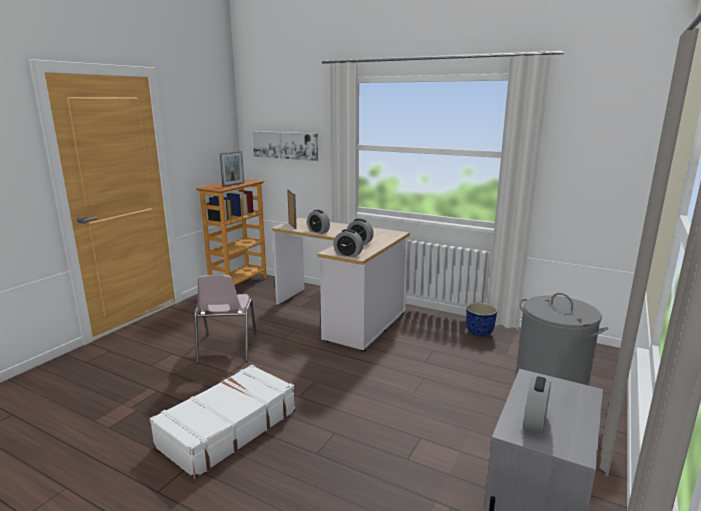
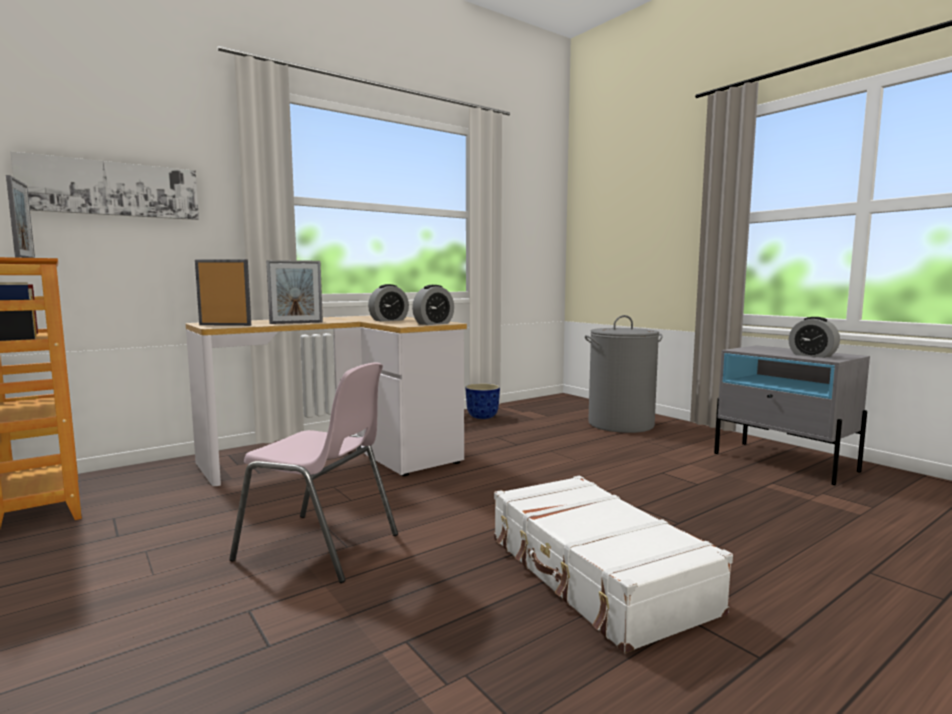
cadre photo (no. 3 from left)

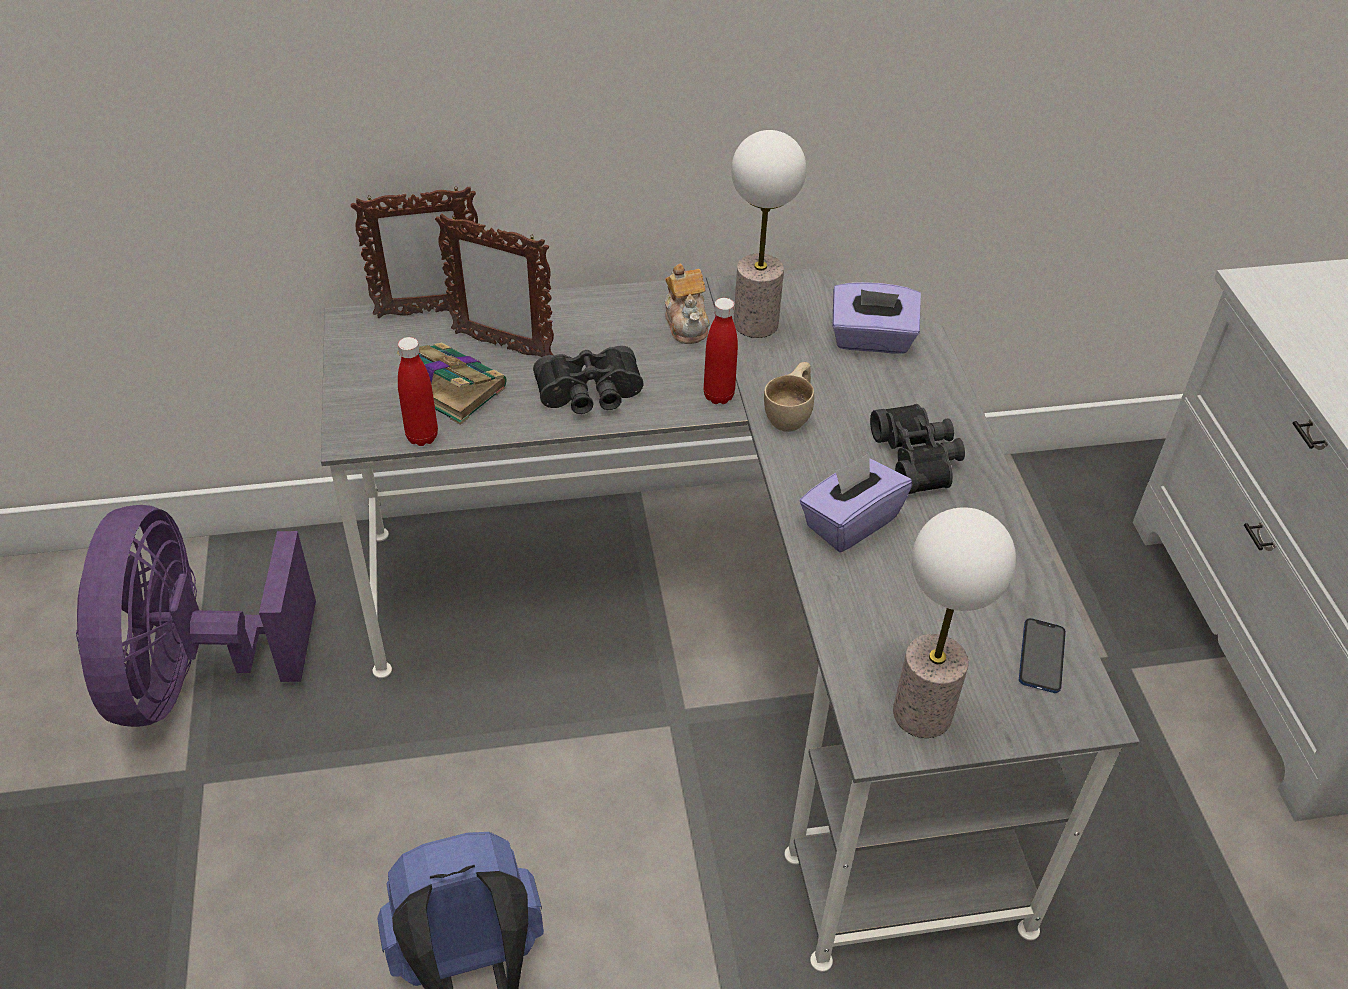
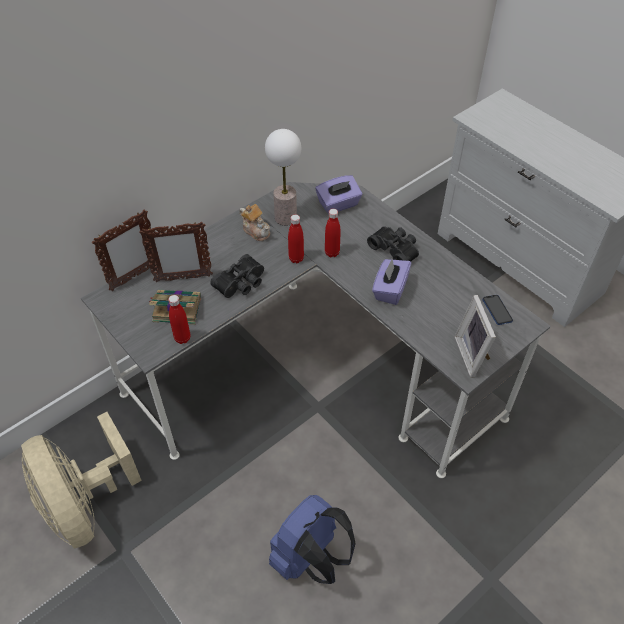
ventilateur (beige)
bouteille (rouge) (no. 3 from left)
cadre photo (no. 3 from left)

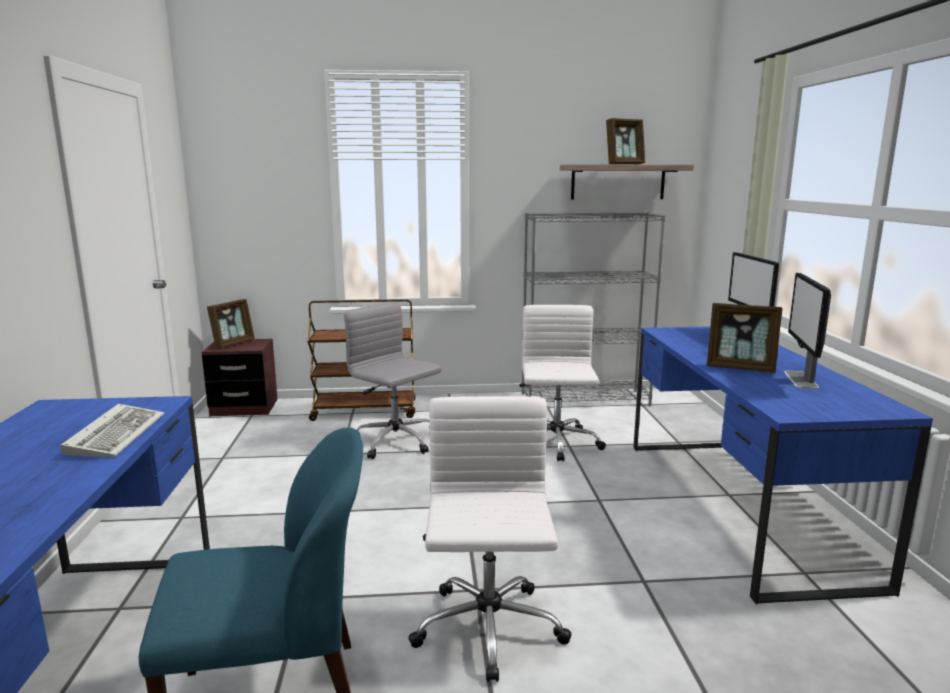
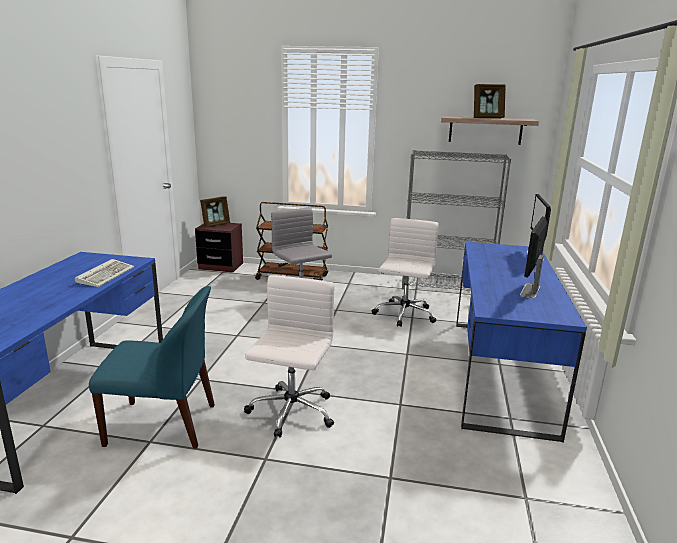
cadre photo (no. 3 from left in the first image)

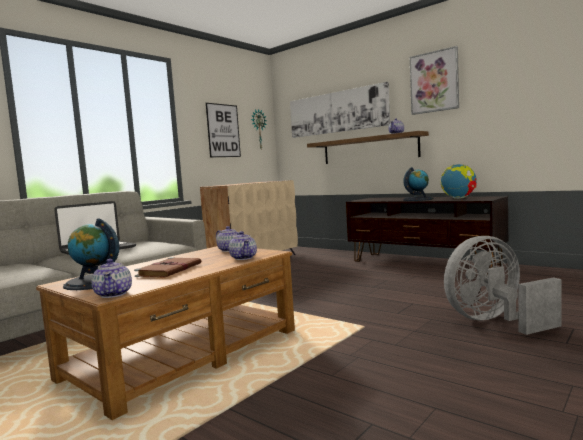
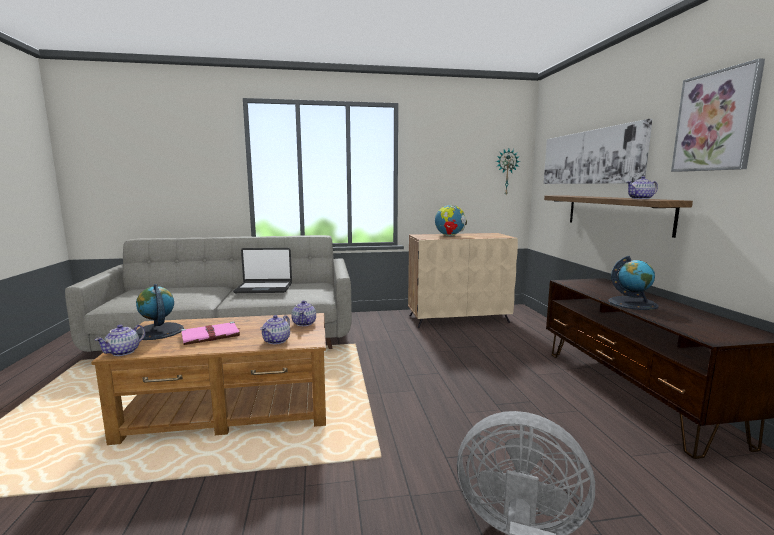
livre (rose)
tableau (no. 1 from left in the first image)
globe (no. 2 from left)

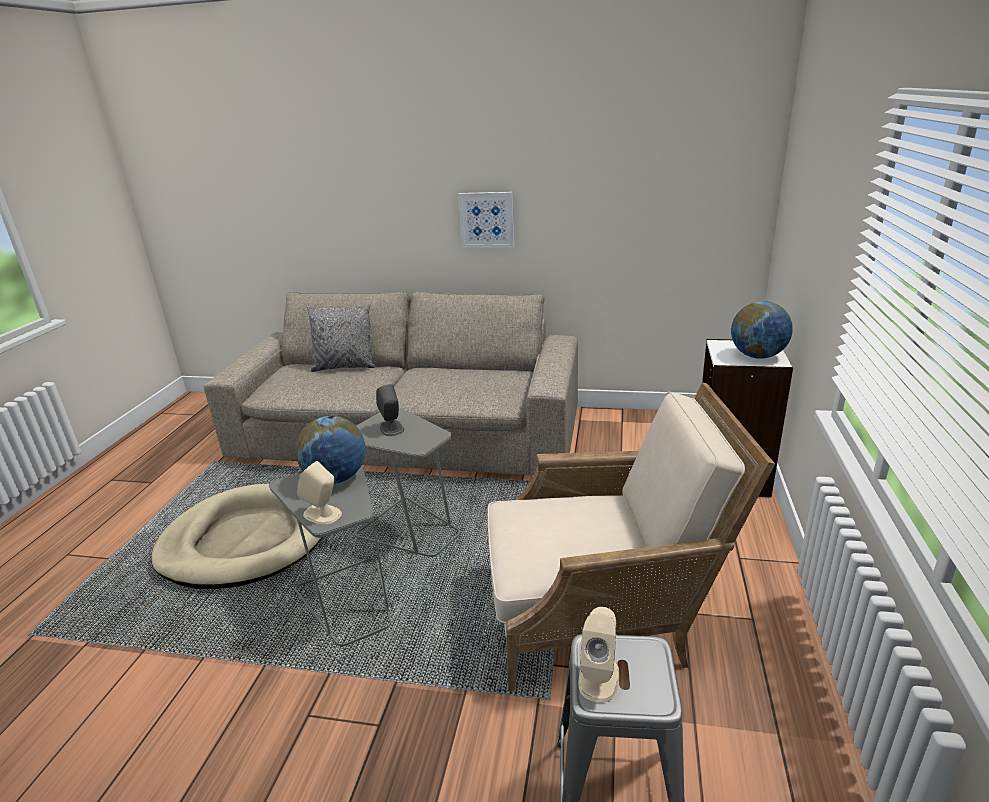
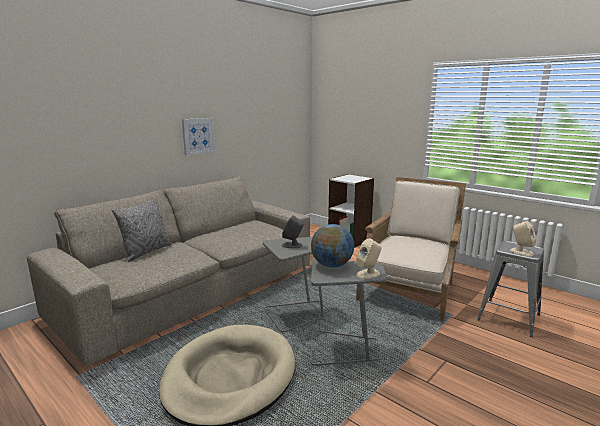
globe (no. 2 from left in the first image)

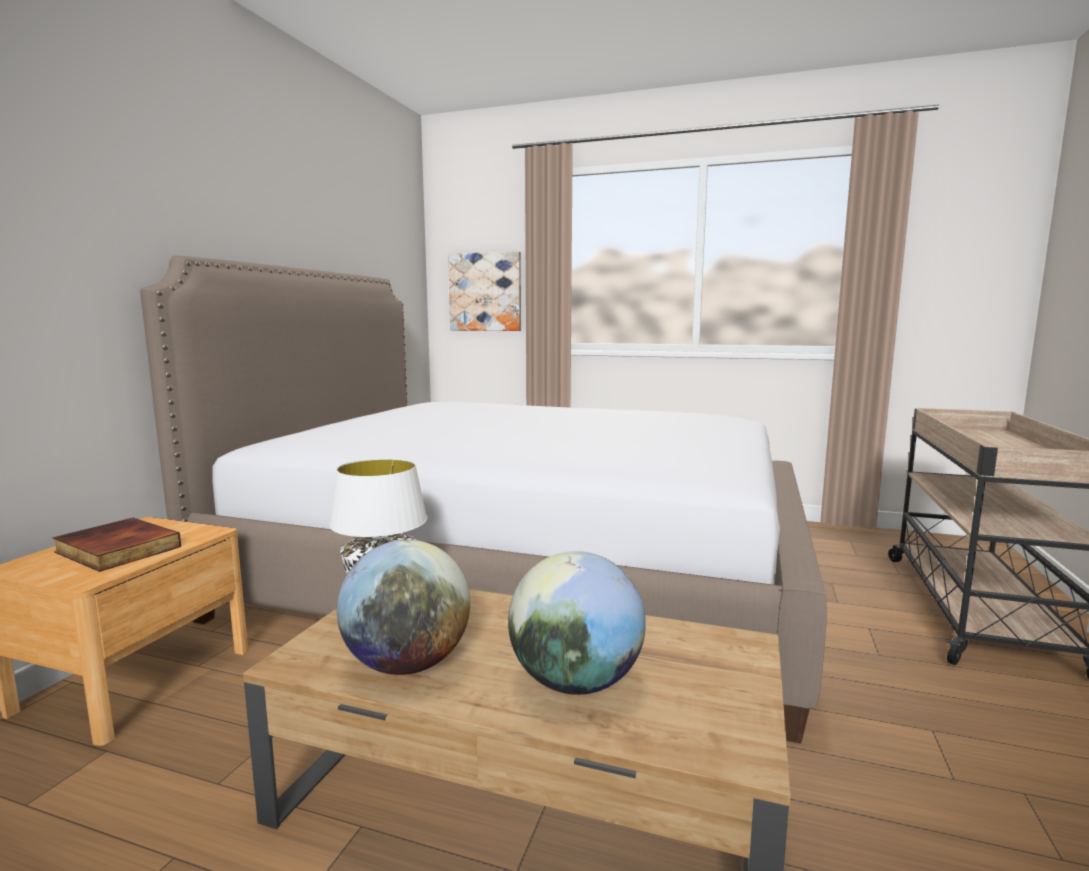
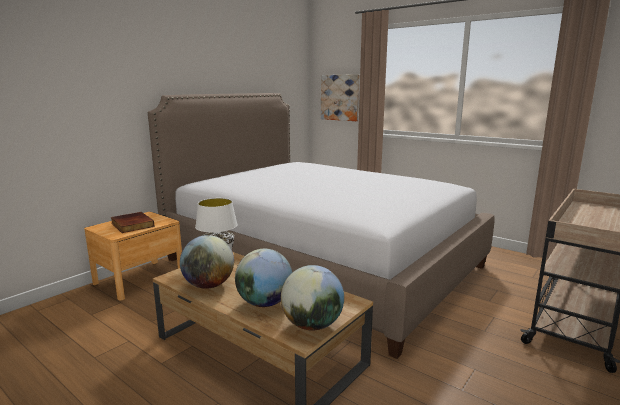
globe (no. 3 from left)

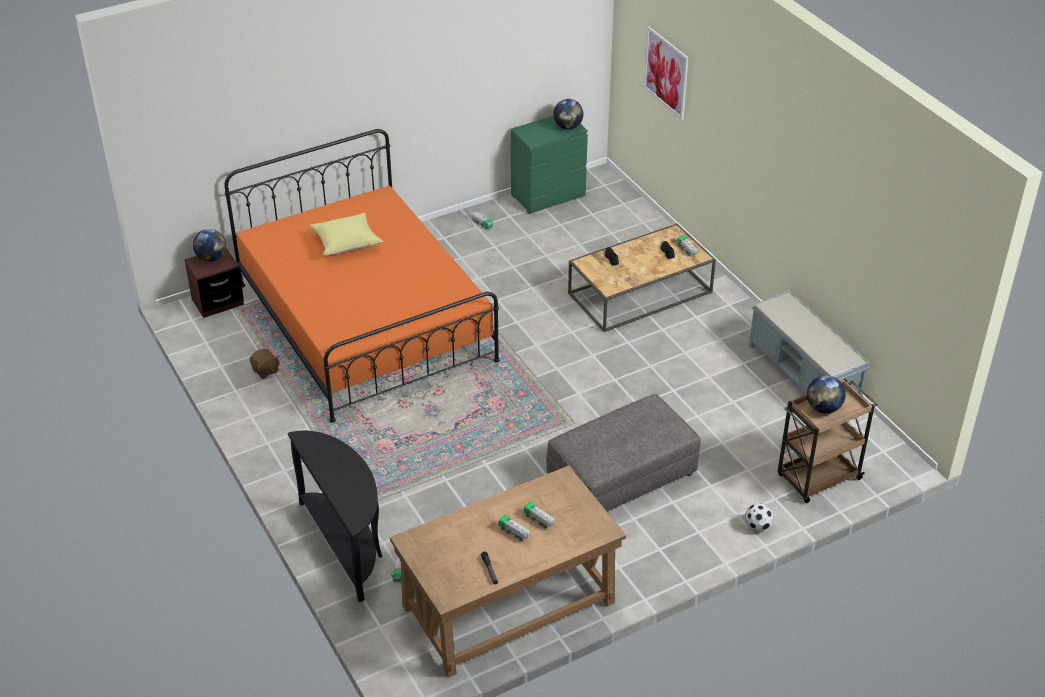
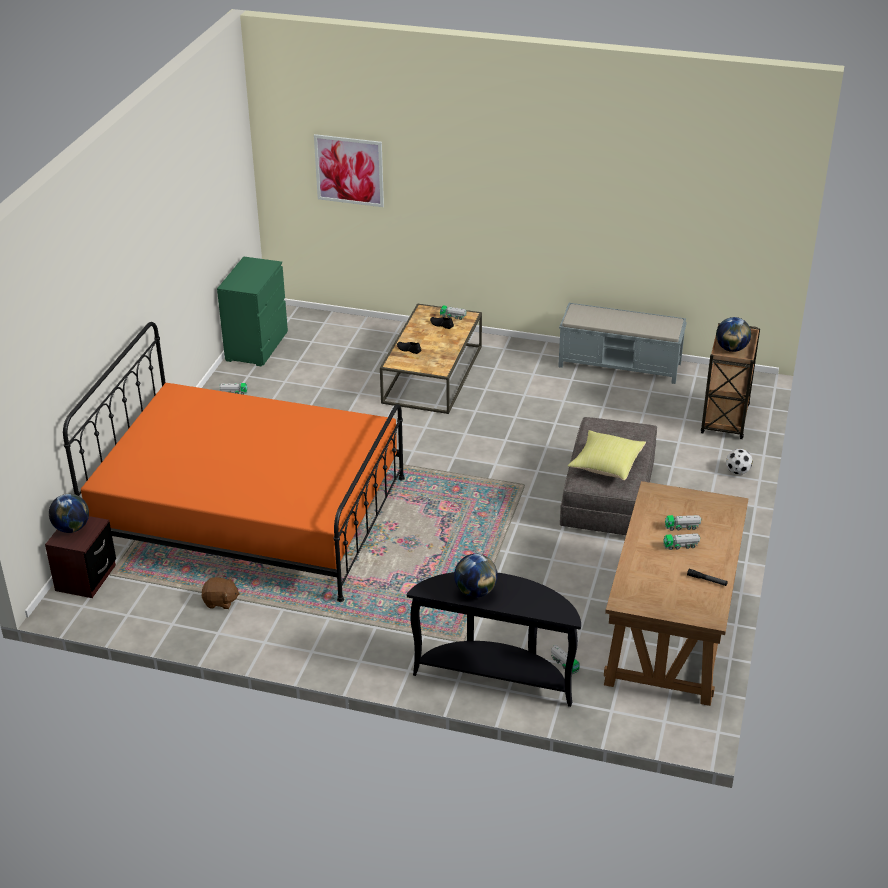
coussin (jaune)
globe (no. 2 from left)

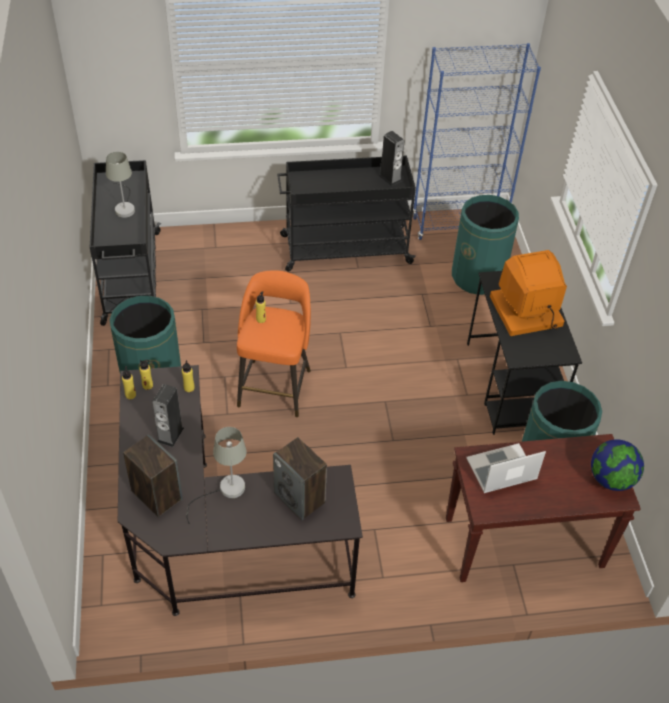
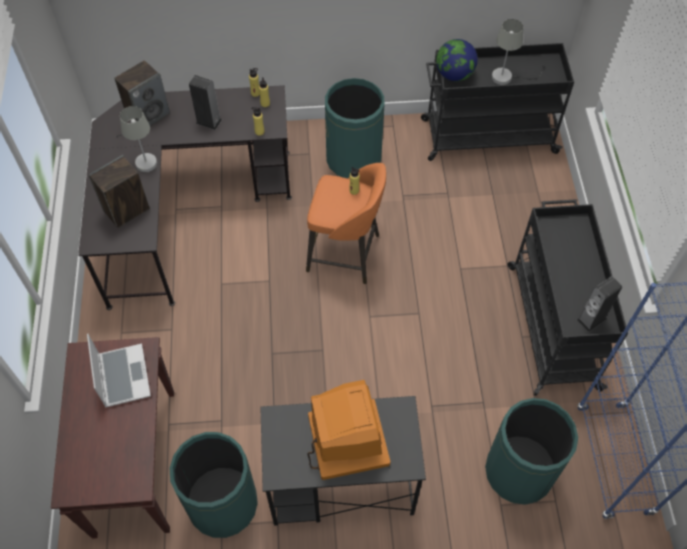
globe

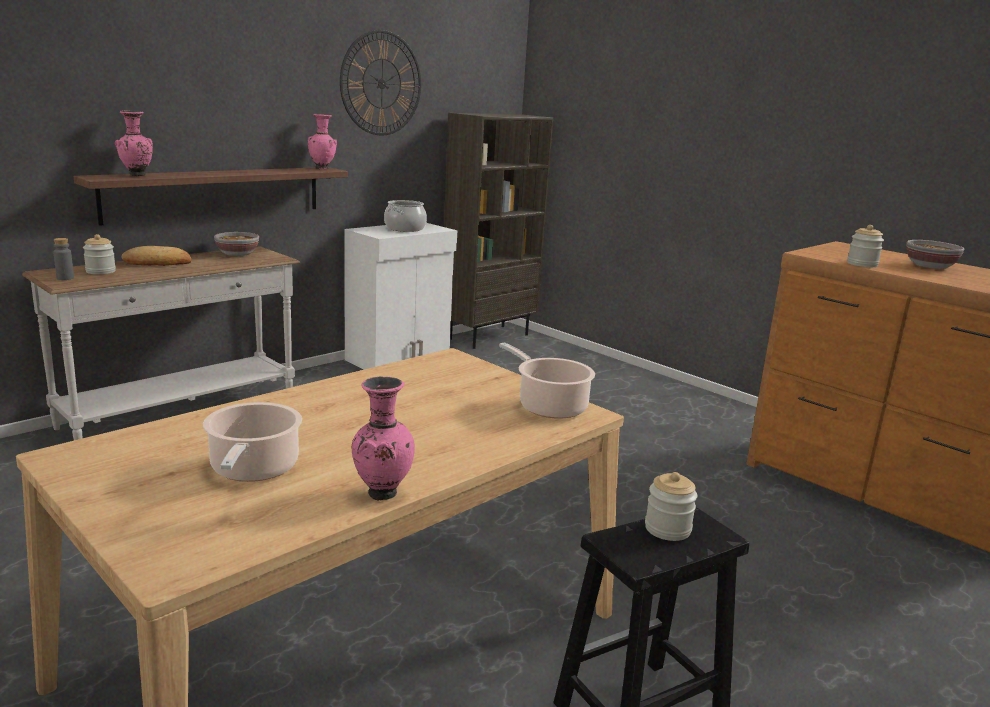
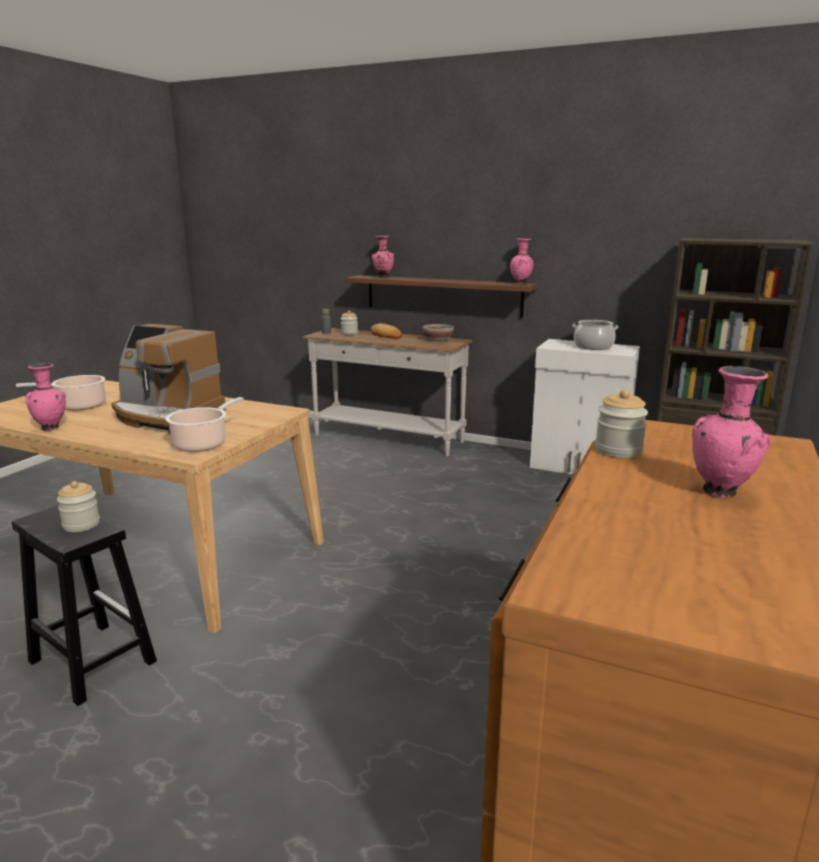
horloge murale
vase (rose) (no. 4 from left)
machine à café

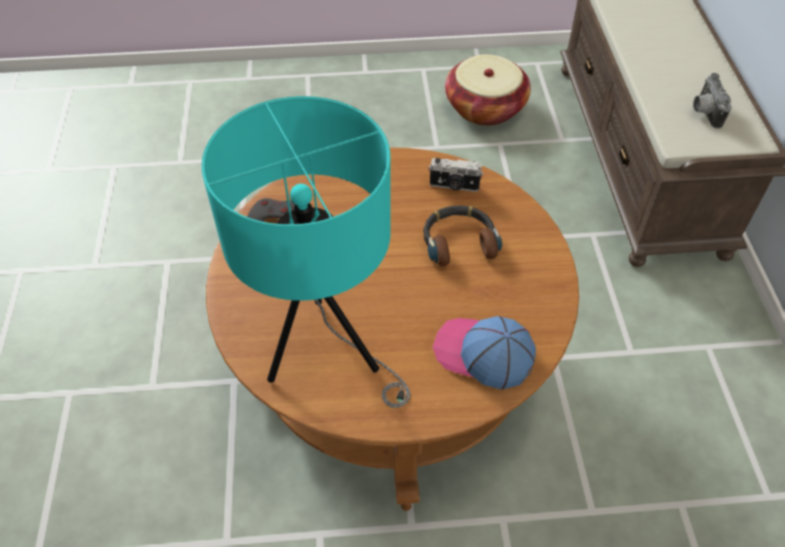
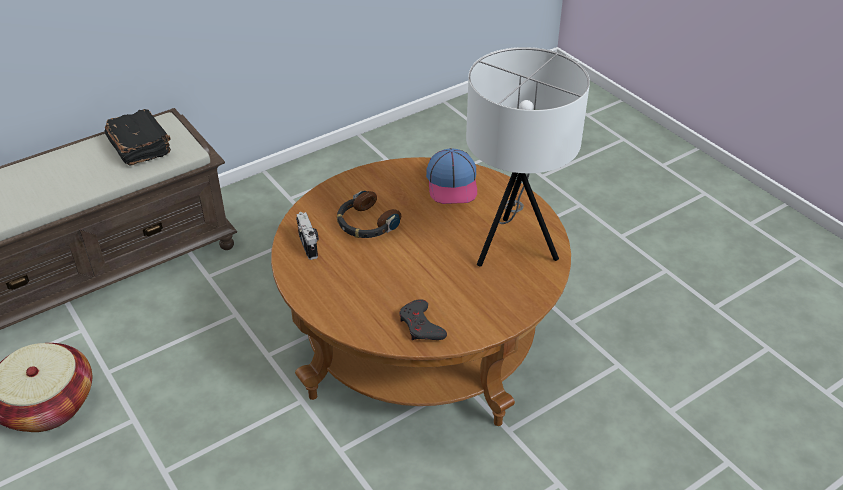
lampe de table (blanc)
livre (noir)

